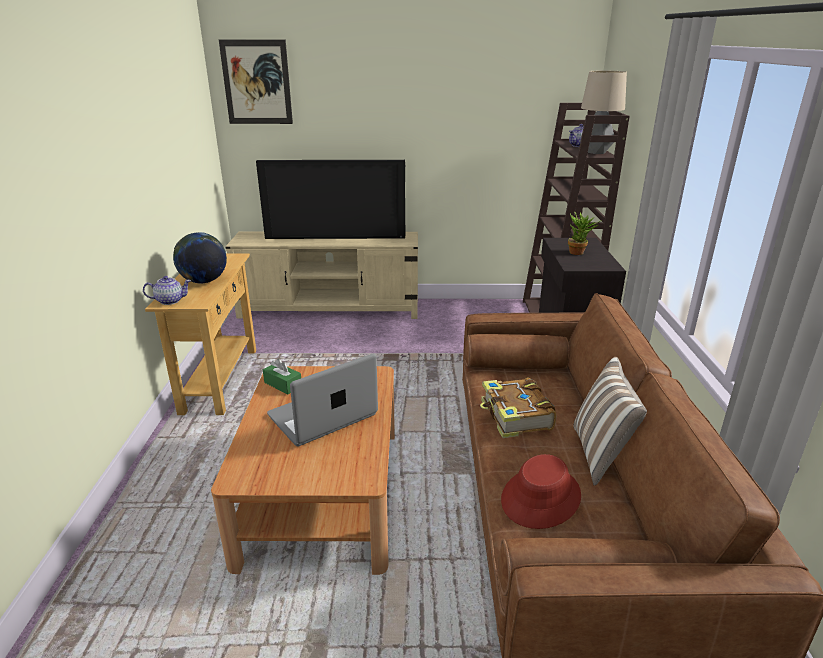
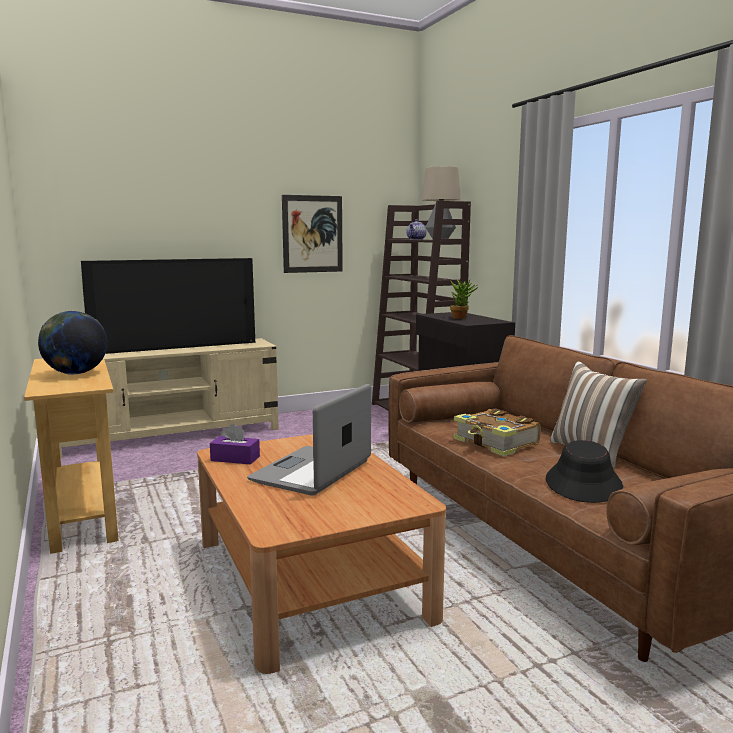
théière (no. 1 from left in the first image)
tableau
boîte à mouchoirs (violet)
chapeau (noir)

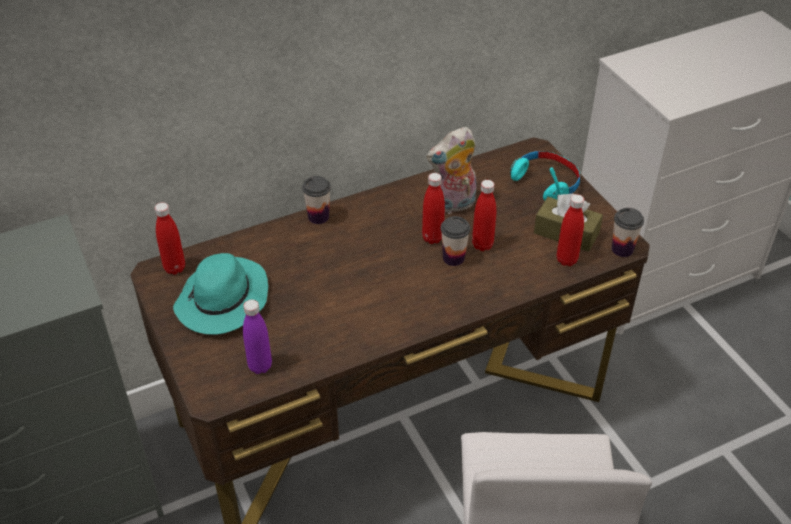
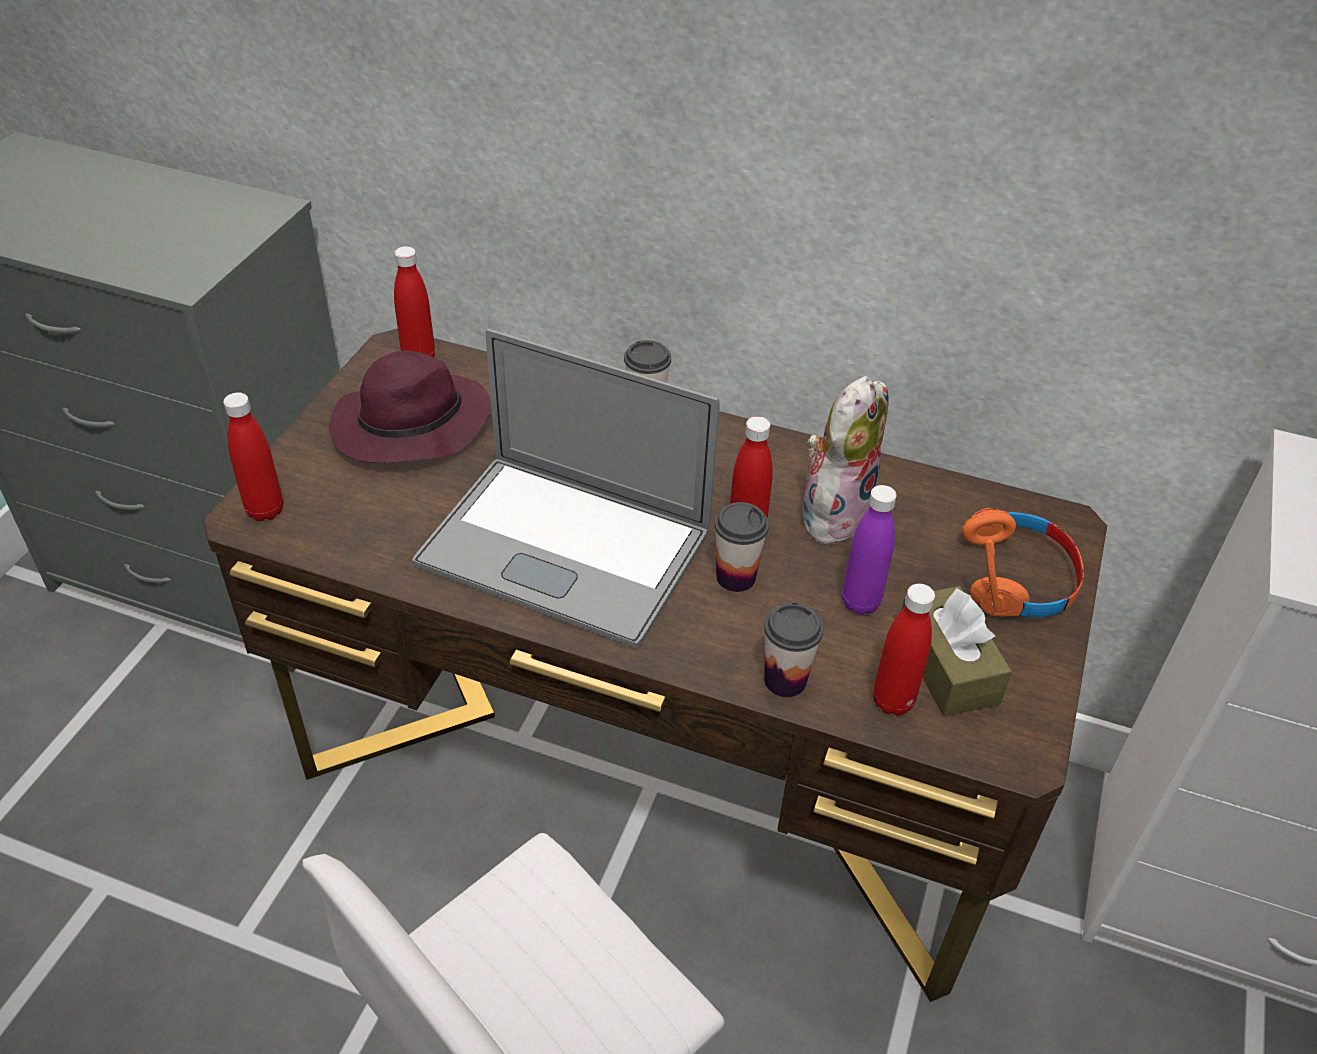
chapeau (violet)
bouteille (violet)
peluche
bouteille (rouge) (no. 1 from left)
casque audio (orange)
tasse (no. 3 from left)
ordinateur portable

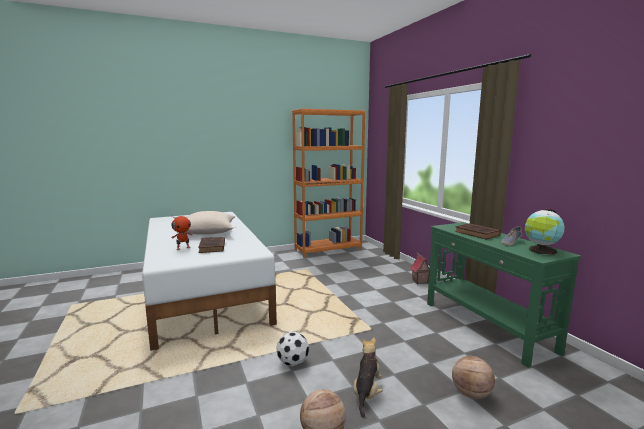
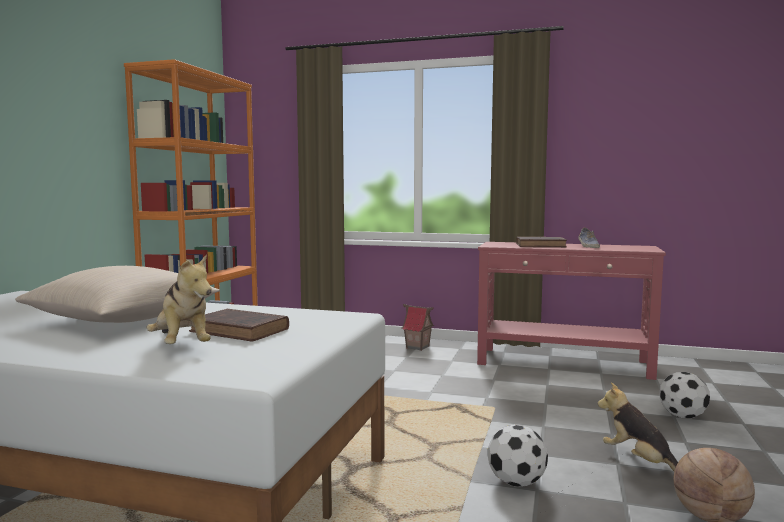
peluche (no. 1 from left)
table console (rouge)
ballon de foot (no. 2 from left)
globe

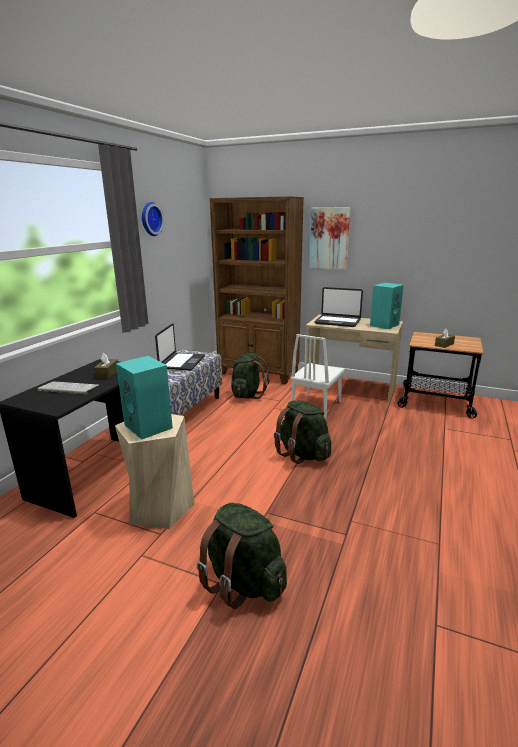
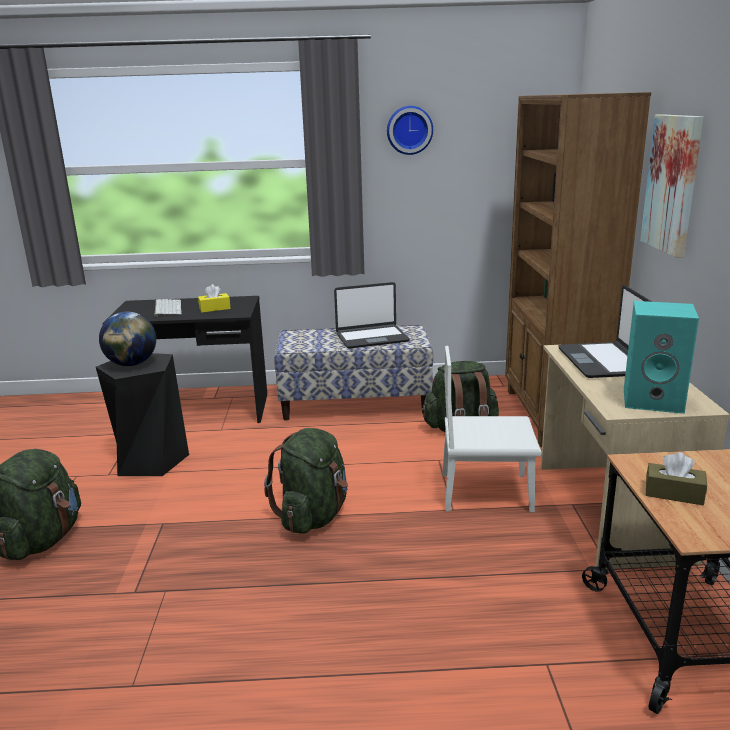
boîte à mouchoirs (jaune)
tabouret (noir)
globe

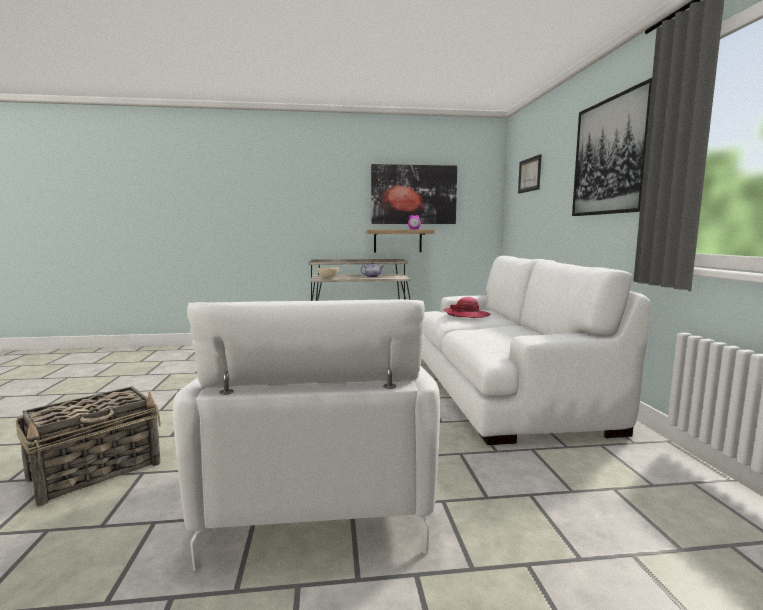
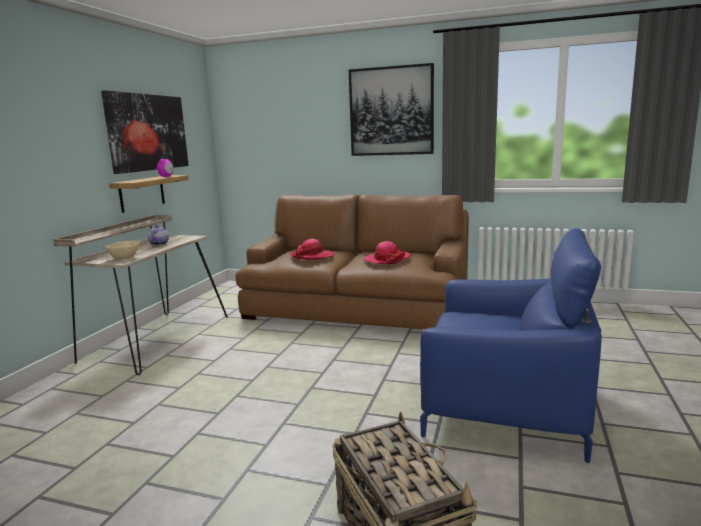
fauteuil (bleu)
canapé (marron)
tableau (no. 2 from left in the first image)
chapeau (no. 2 from left)

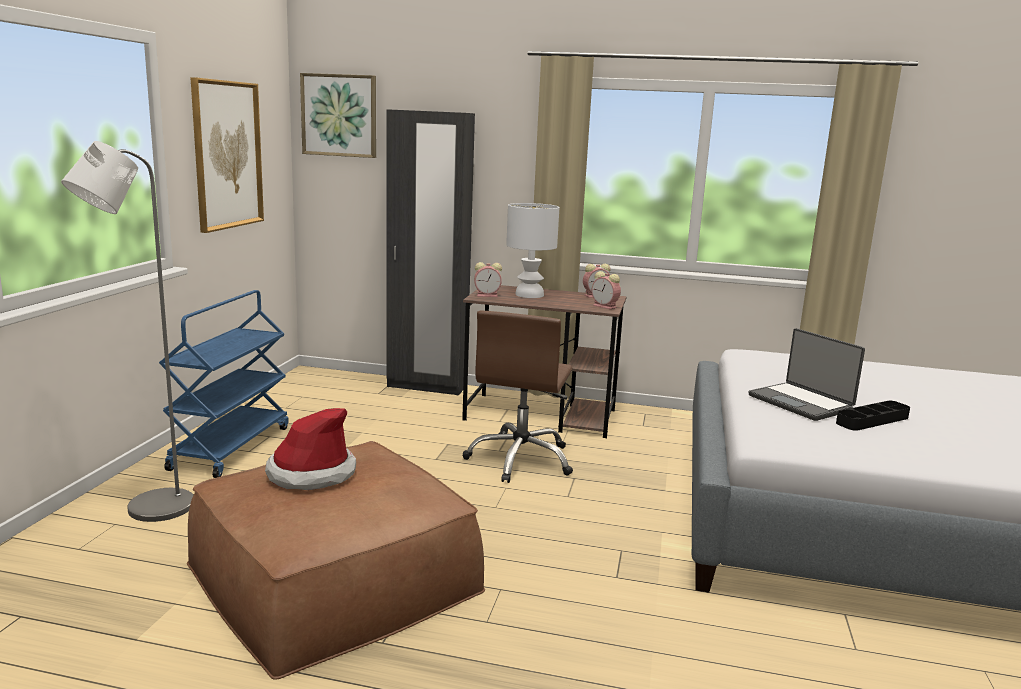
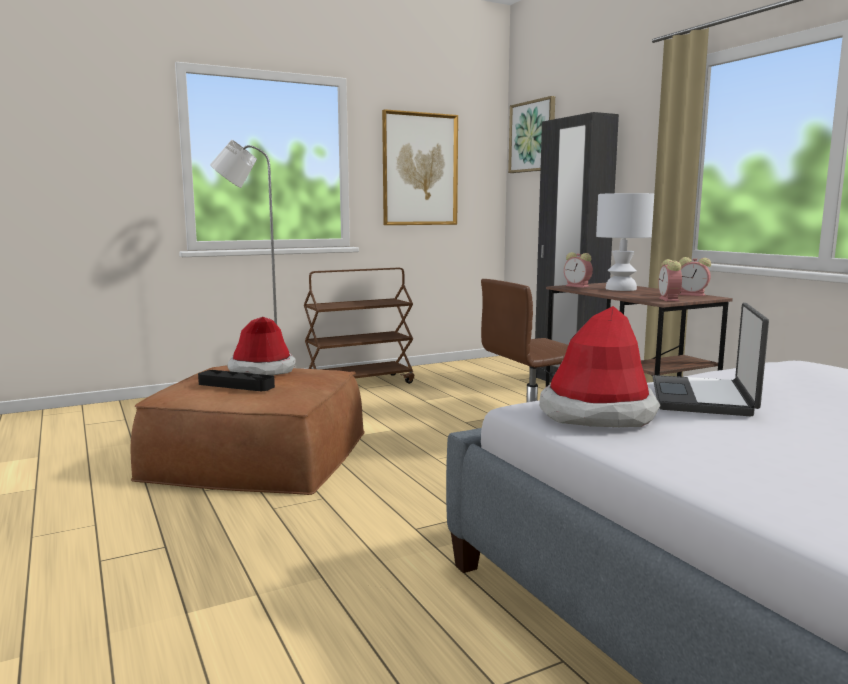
chariot (marron)
plateau (noir)
chapeau (no. 2 from left)

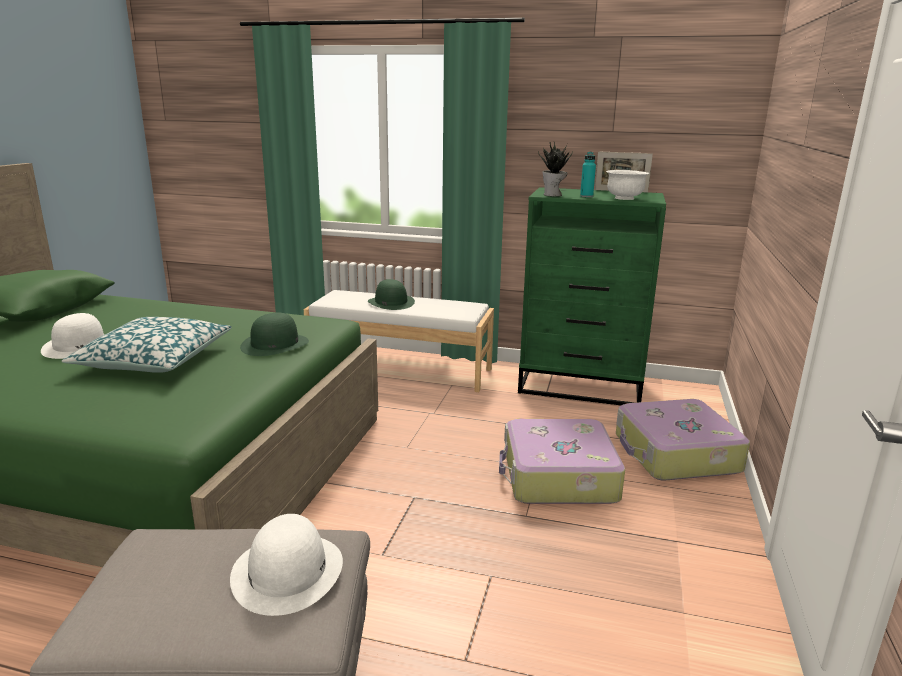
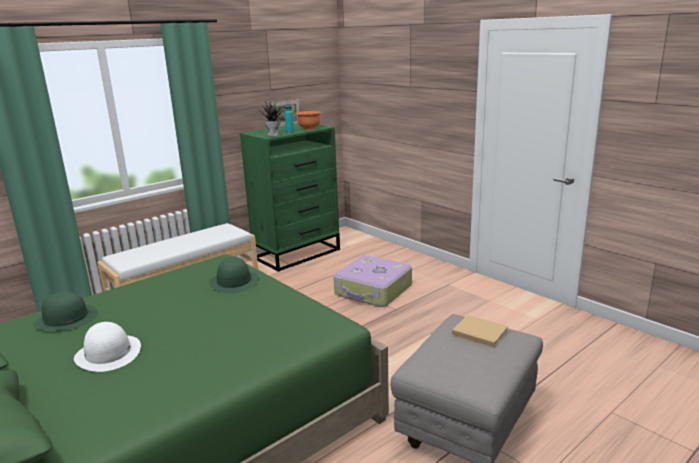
coussin
livre (beige)
chapeau (vert) (no. 1 from left)
bol (orange)
valise (no. 2 from left in the first image)

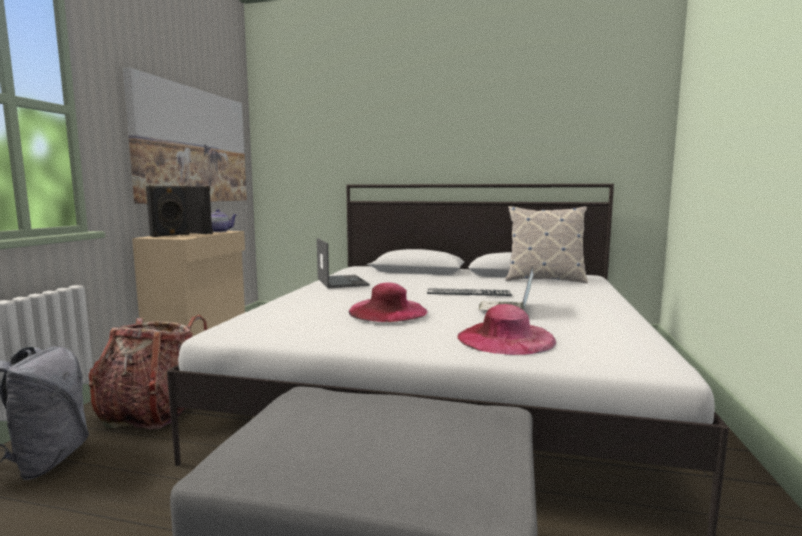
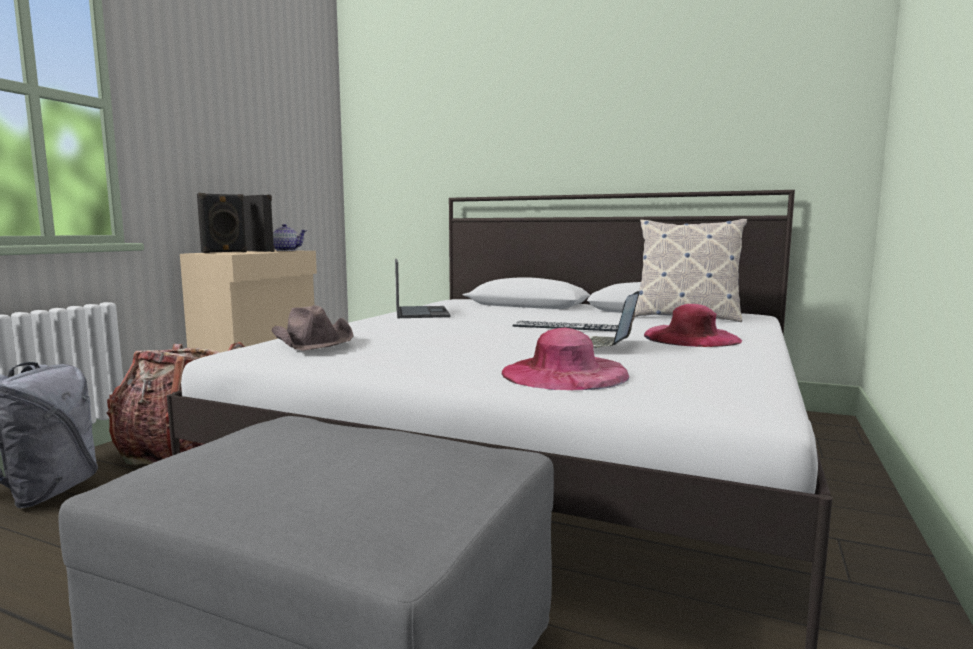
tableau
chapeau (rose) (no. 2 from left)
chapeau (marron)

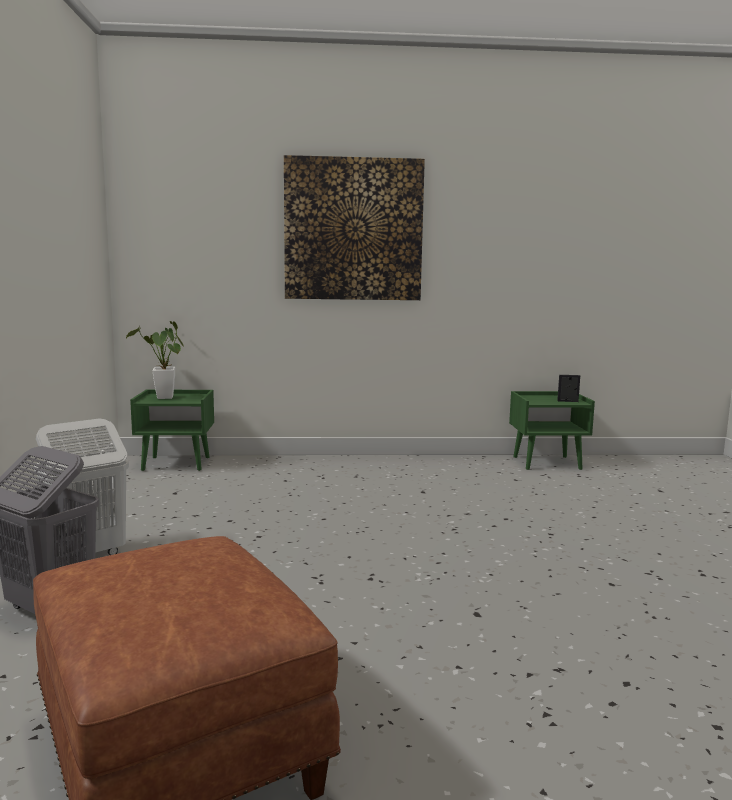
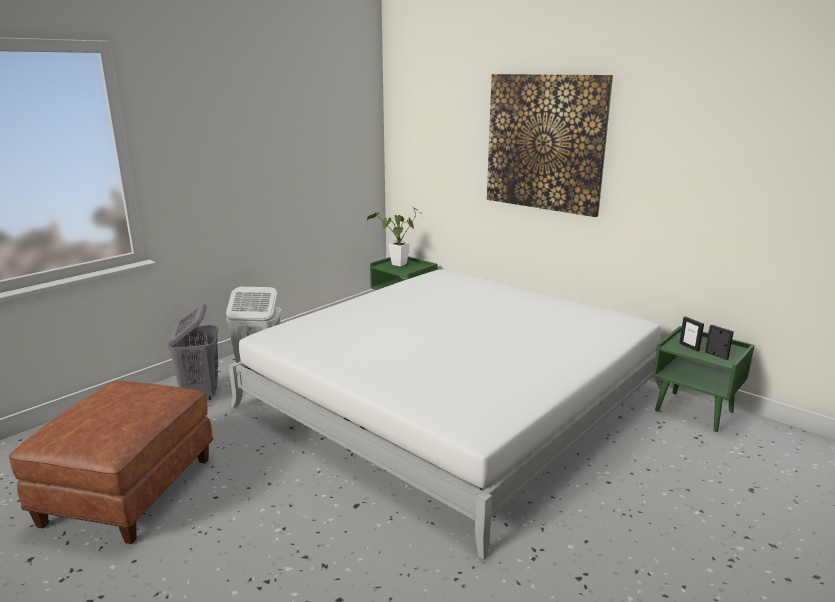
lit (blanc)
cadre photo (no. 1 from left)

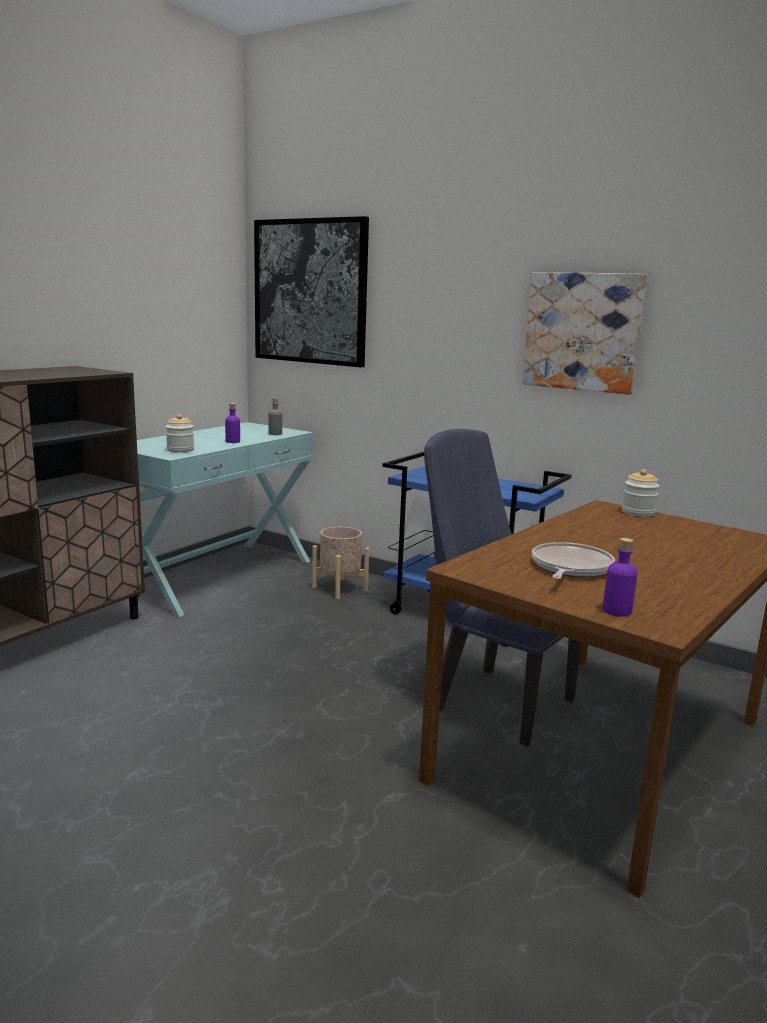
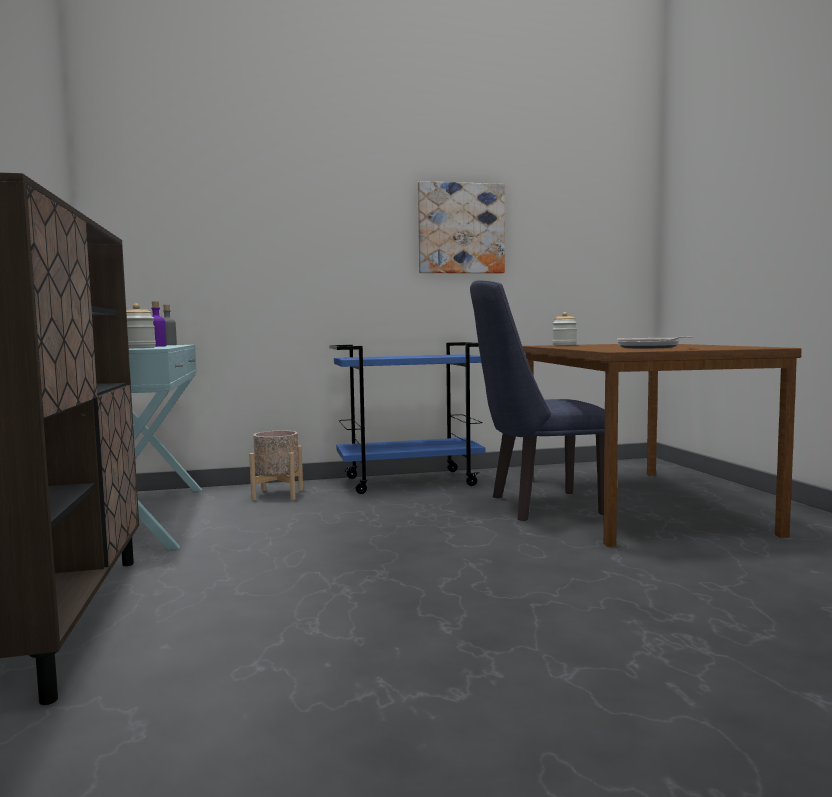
tableau (no. 1 from left in the first image)
bouteille (violet) (no. 2 from left in the first image)

